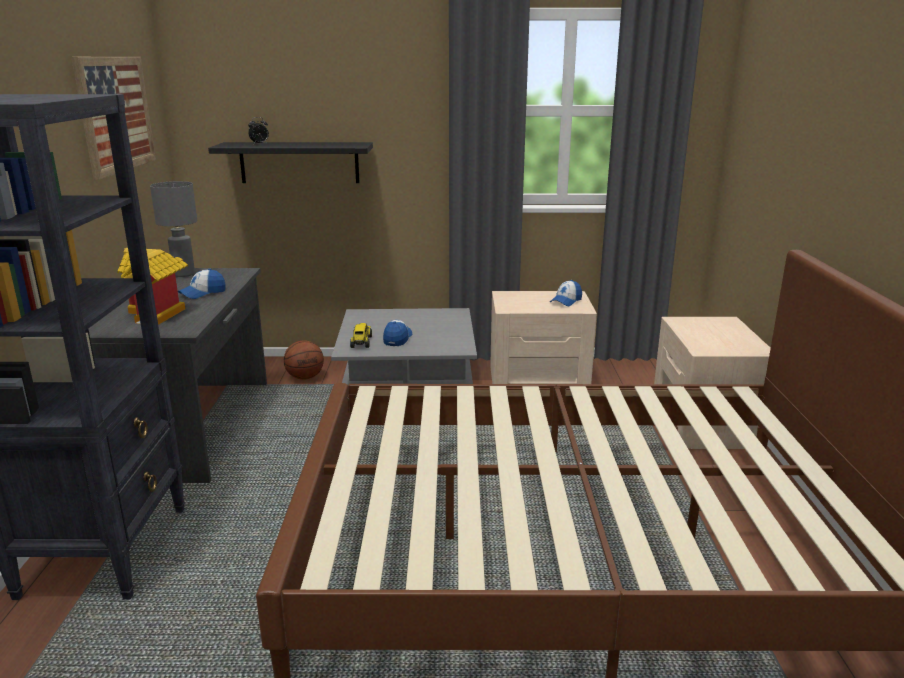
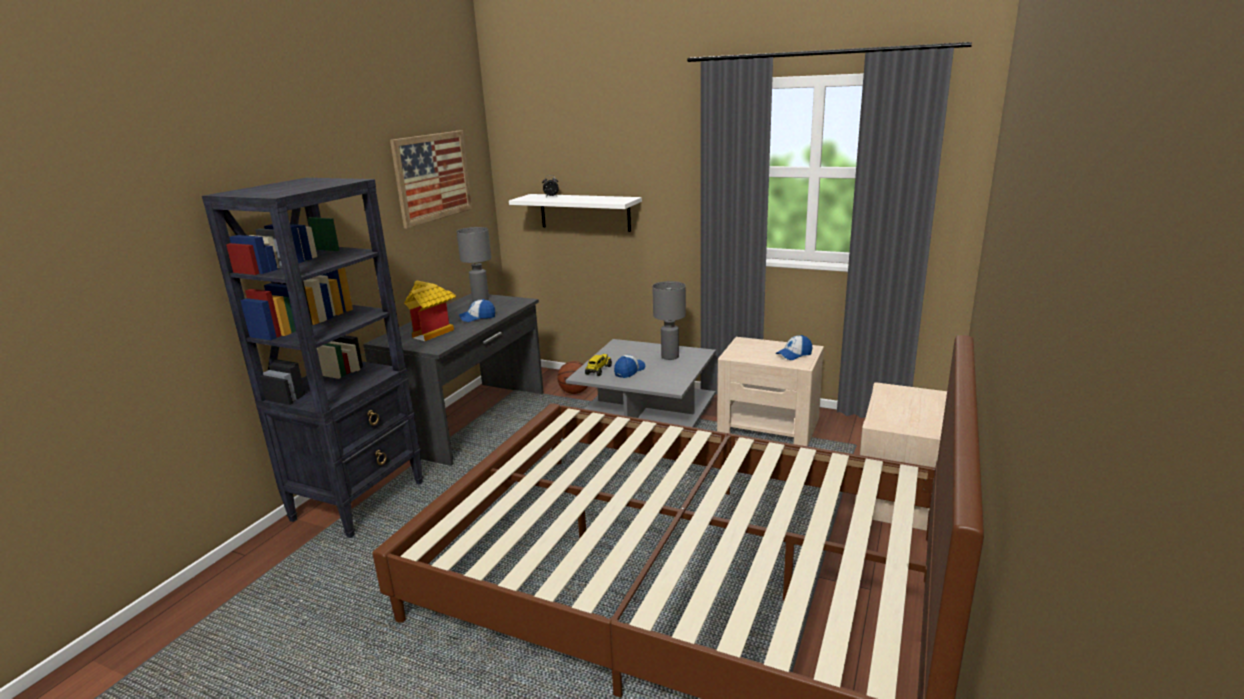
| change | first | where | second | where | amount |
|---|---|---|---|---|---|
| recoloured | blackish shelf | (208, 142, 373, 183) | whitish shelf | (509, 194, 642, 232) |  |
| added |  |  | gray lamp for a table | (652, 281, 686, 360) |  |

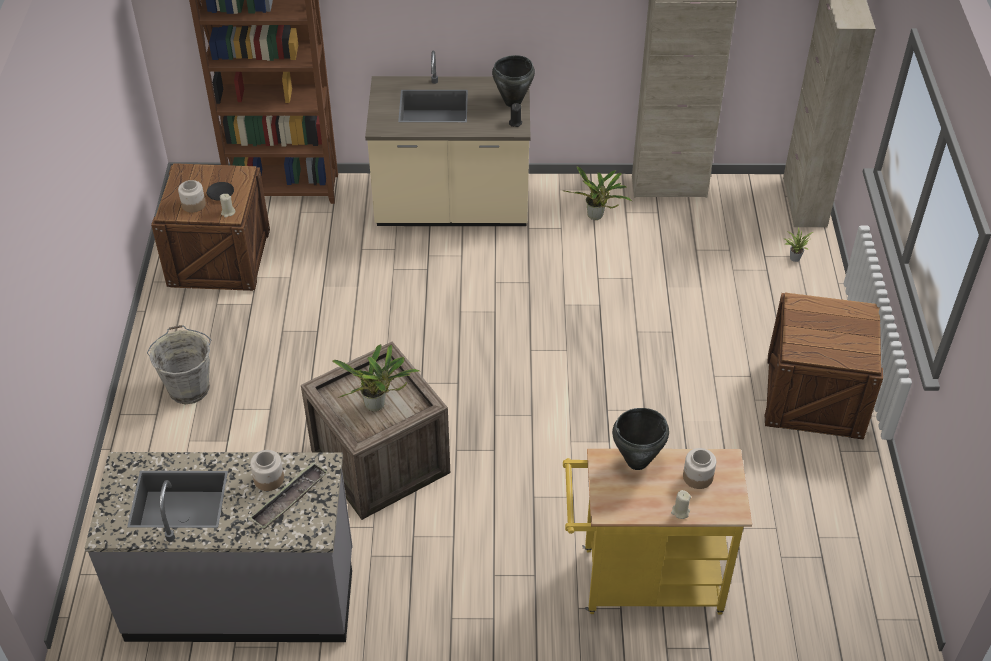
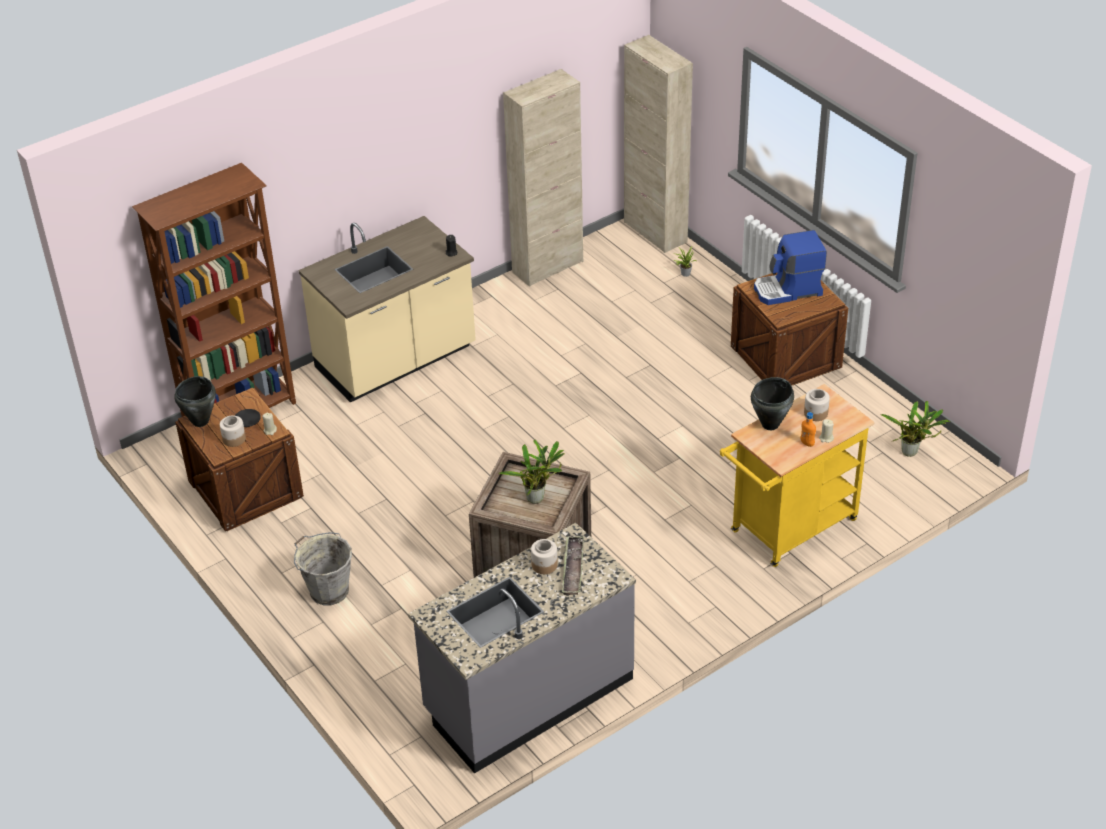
| change | first | where | second | where | amount |
|---|---|---|---|---|---|
| moved | blackish saucepot | (492, 55, 535, 107) |  | (174, 376, 216, 427) |  |
| added |  |  | coffee brewer | (754, 230, 827, 305) |  |
| added |  |  | orange drink bottle | (800, 412, 816, 447) |  |
| moved | potted plant | (562, 167, 633, 220) |  | (880, 401, 951, 457) |  |

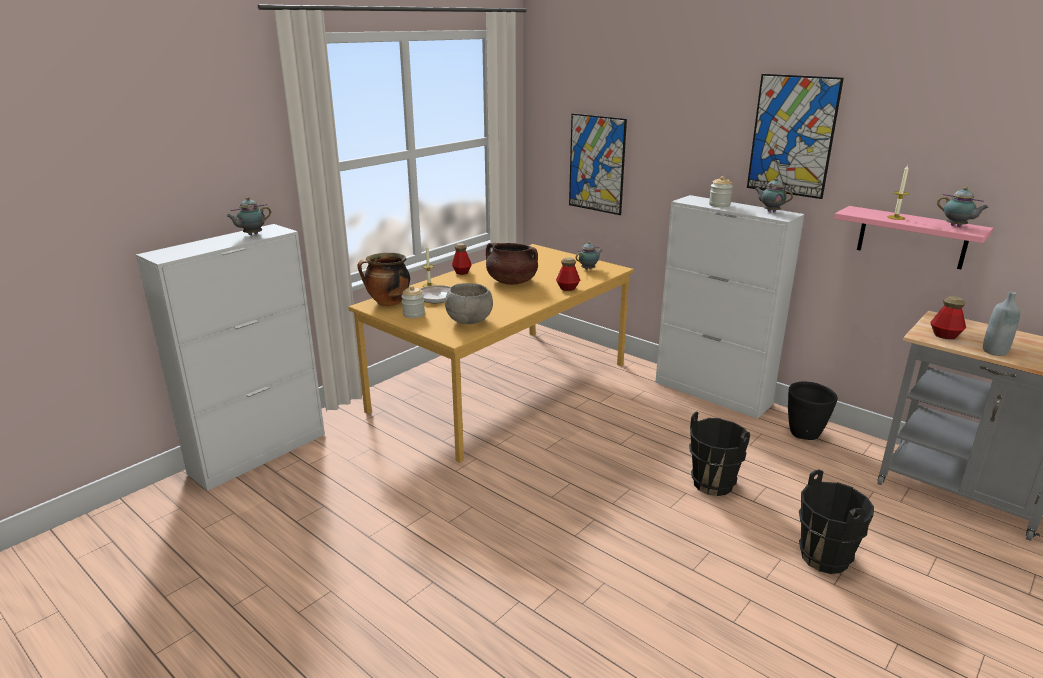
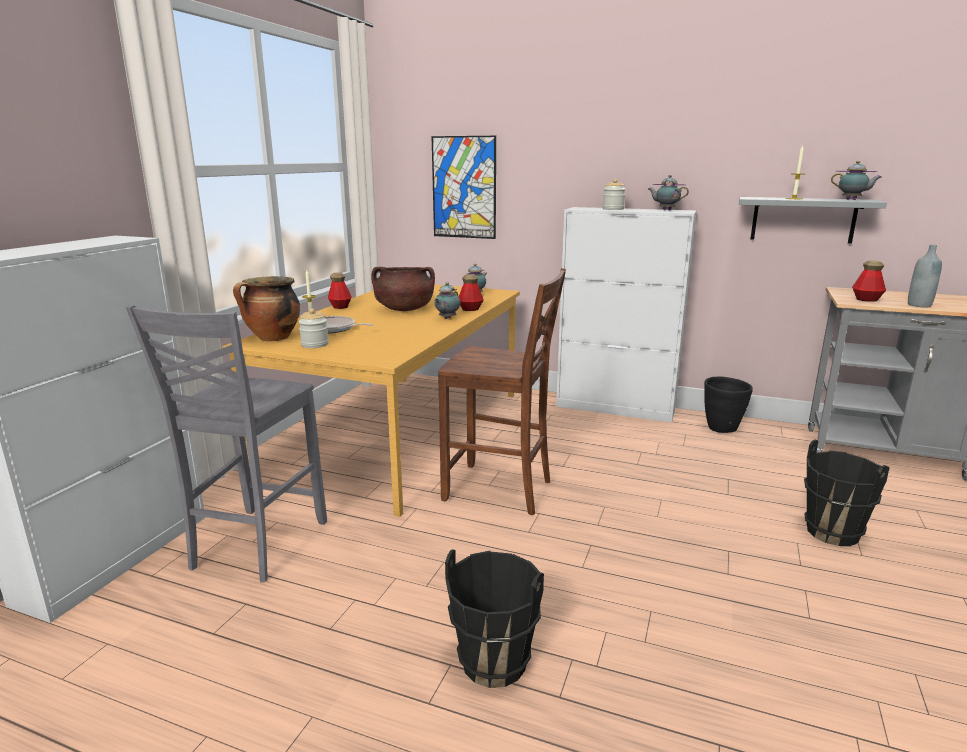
| change | first | where | second | where | amount |
|---|---|---|---|---|---|
| added |  |  | gray upright chair | (126, 305, 327, 582) |  |
| moved | tea pot | (226, 197, 271, 235) |  | (434, 282, 460, 319) |  |
| added |  |  | brownish upright chair | (438, 268, 566, 515) |  |
| moved | blackish bucket | (689, 411, 750, 496) |  | (445, 549, 544, 688) |  |
| recoloured | pink-coloured shelf | (834, 206, 993, 269) | gray shelf | (739, 197, 887, 244) |  |
| removed | gray serving bowl | (445, 283, 493, 324) |  |  |  |
| removed | wall art | (747, 74, 844, 199) |  |  |  |

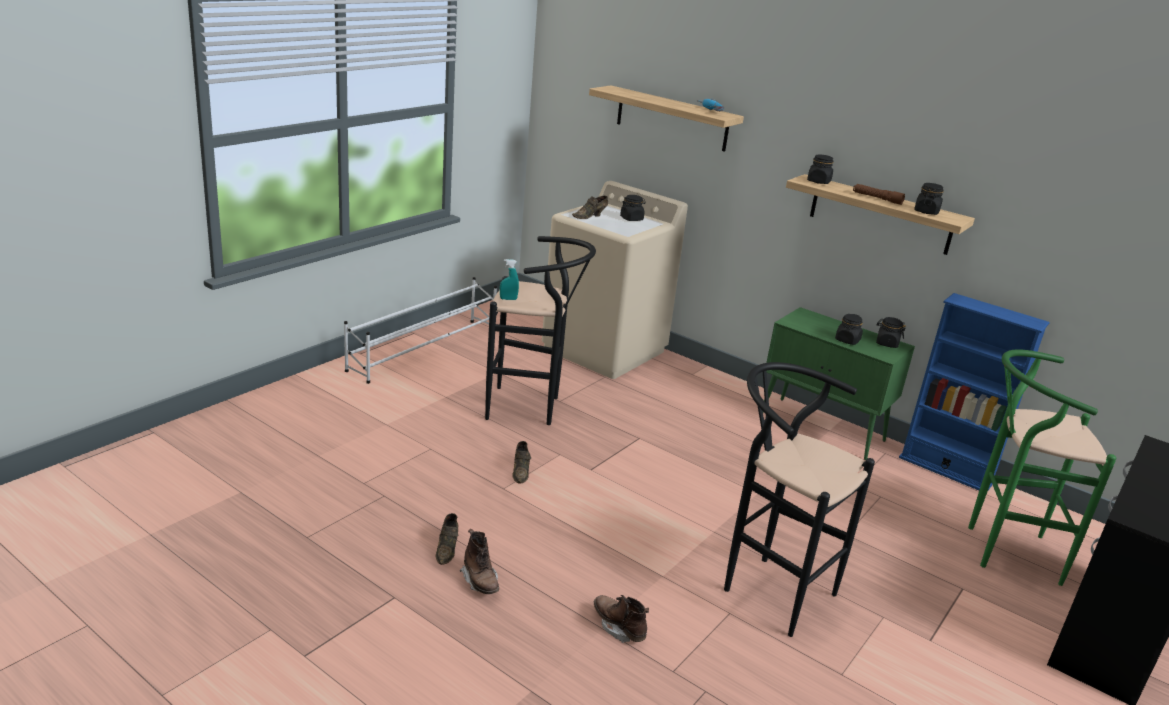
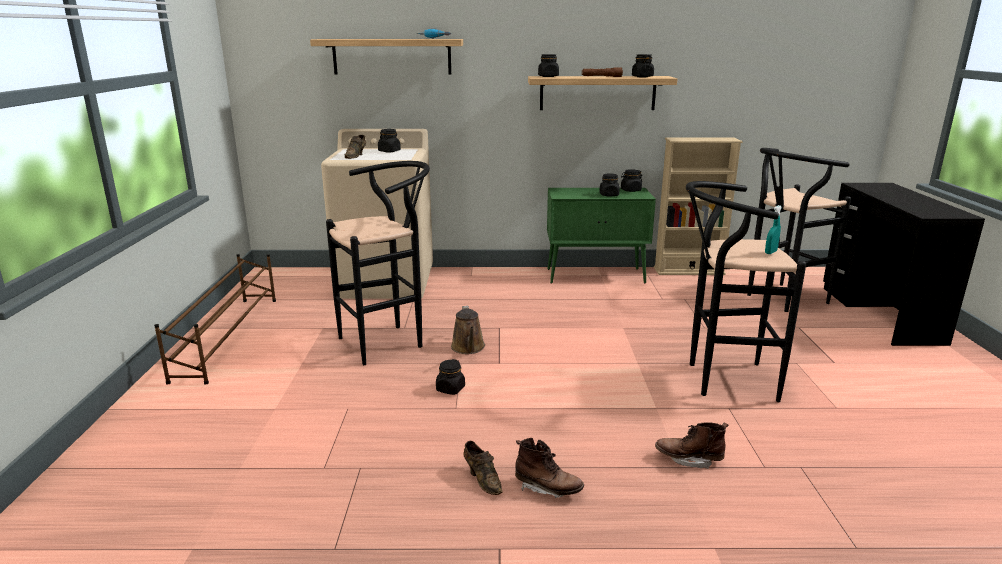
| change | first | where | second | where | amount |
|---|---|---|---|---|---|
| recoloured | whitish shoe rack | (344, 277, 497, 384) | brownish shoe rack | (154, 254, 276, 385) |  |
| replaced | brownish item of footwear | (512, 441, 531, 484) | blackish preserve jar | (436, 359, 465, 395) |  |
| added |  |  | brownish watering pot | (451, 306, 485, 354) |  |
| recoloured | bluish bookshelf | (899, 293, 1050, 490) | beige bookshelf | (654, 137, 743, 275) |  |
| recoloured | green-coloured stool seat | (968, 349, 1116, 586) | blackish stool seat | (747, 148, 851, 312) |  |
| moved | blue-green sprayer | (500, 259, 519, 300) |  | (765, 205, 782, 254) |  |

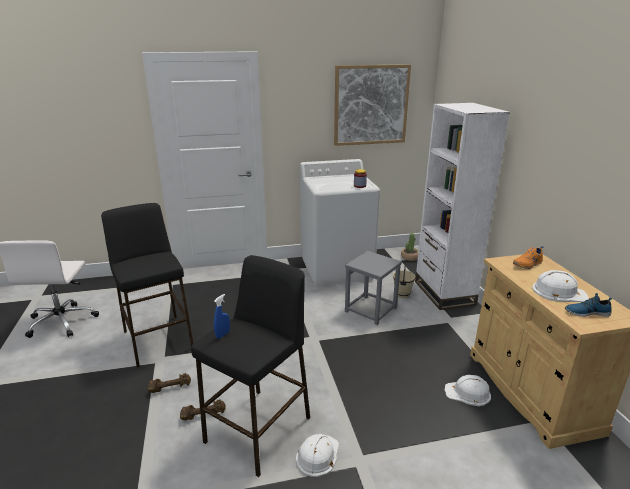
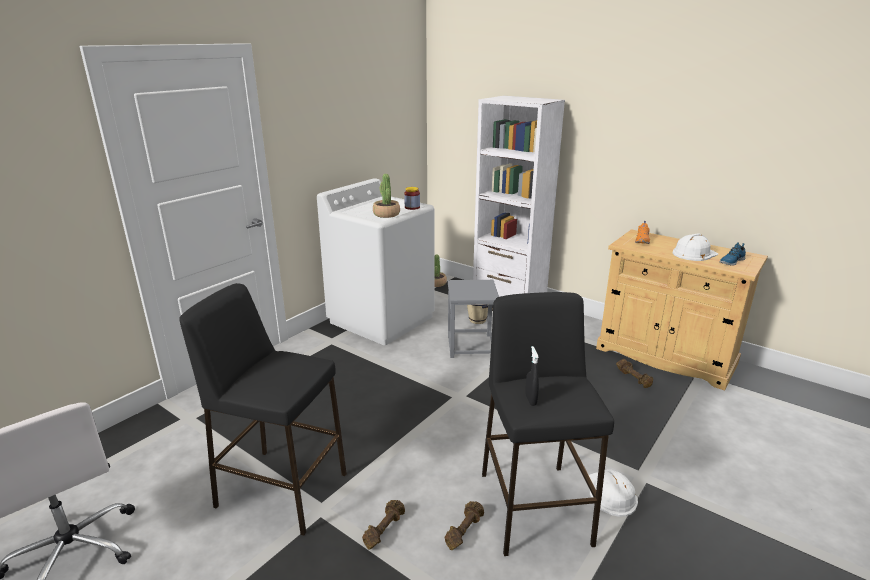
| change | first | where | second | where | amount |
|---|---|---|---|---|---|
| added |  |  | potted plant | (373, 174, 400, 218) |  |
| recoloured | bluish sprayer | (214, 294, 230, 339) | blackish sprayer | (525, 346, 539, 406) |  |
| replaced | whitish safety helmet | (445, 375, 491, 406) | brownish dumbbell | (616, 359, 653, 388) |  |
| removed | wall art | (334, 64, 411, 146) |  |  |  |

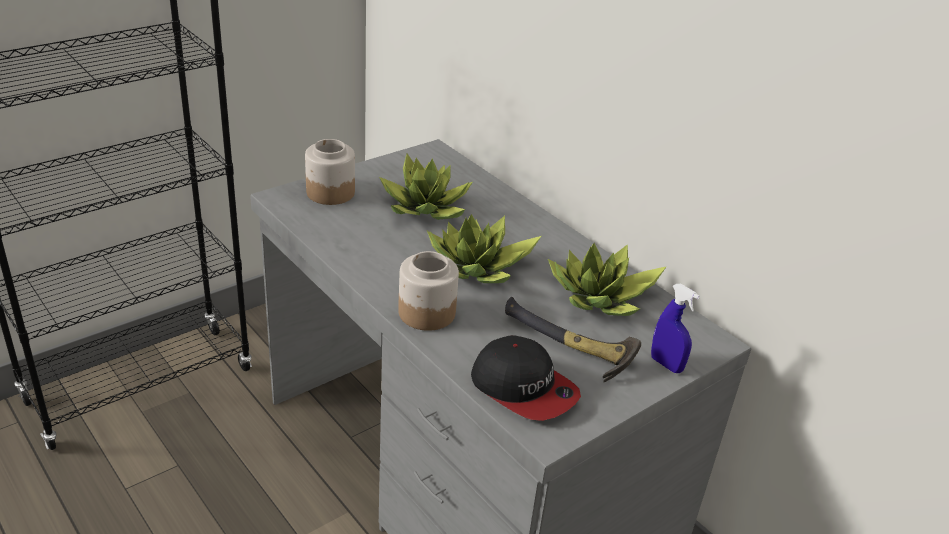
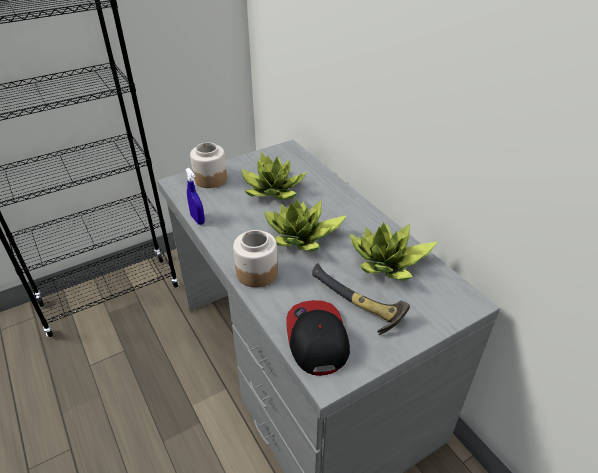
| change | first | where | second | where | amount |
|---|---|---|---|---|---|
| moved | bluish sprayer | (651, 284, 700, 373) |  | (185, 168, 205, 225) |  |
| turned | baseball cap | (471, 335, 581, 421) |  | (286, 300, 350, 376) | 150 degrees counterclockwise |

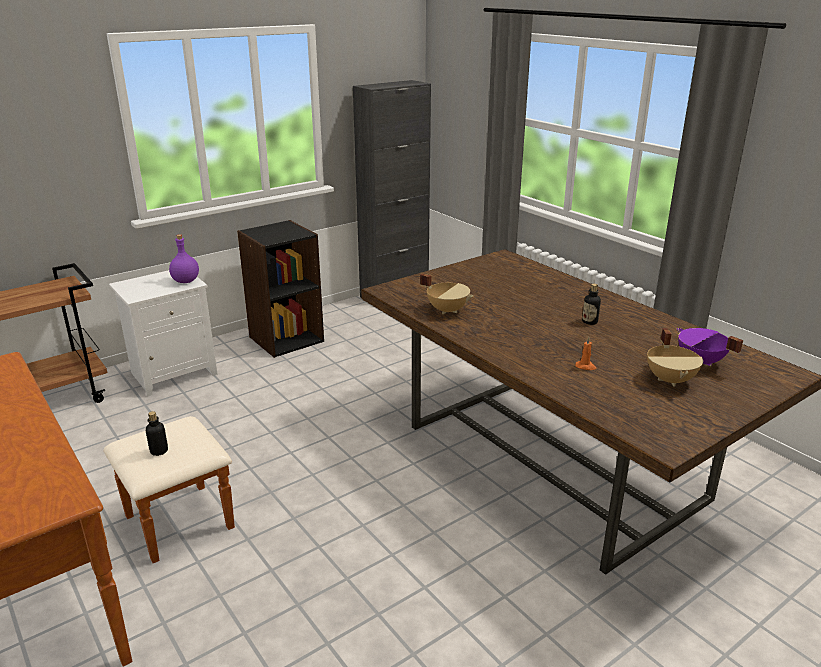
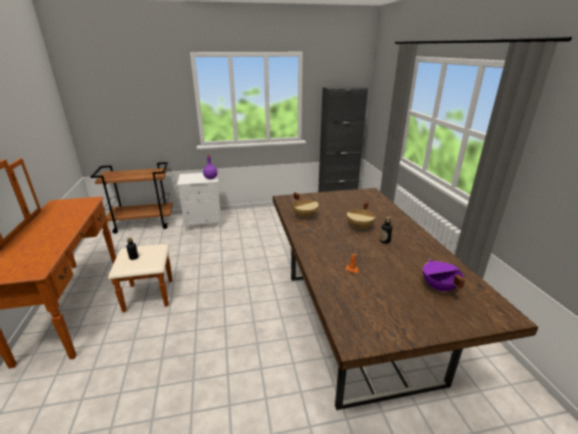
| change | first | where | second | where | amount |
|---|---|---|---|---|---|
| moved | beige saucepot | (647, 328, 703, 387) |  | (347, 201, 376, 230) |  |
| removed | blackish bookshelf | (237, 220, 324, 358) |  |  |  |

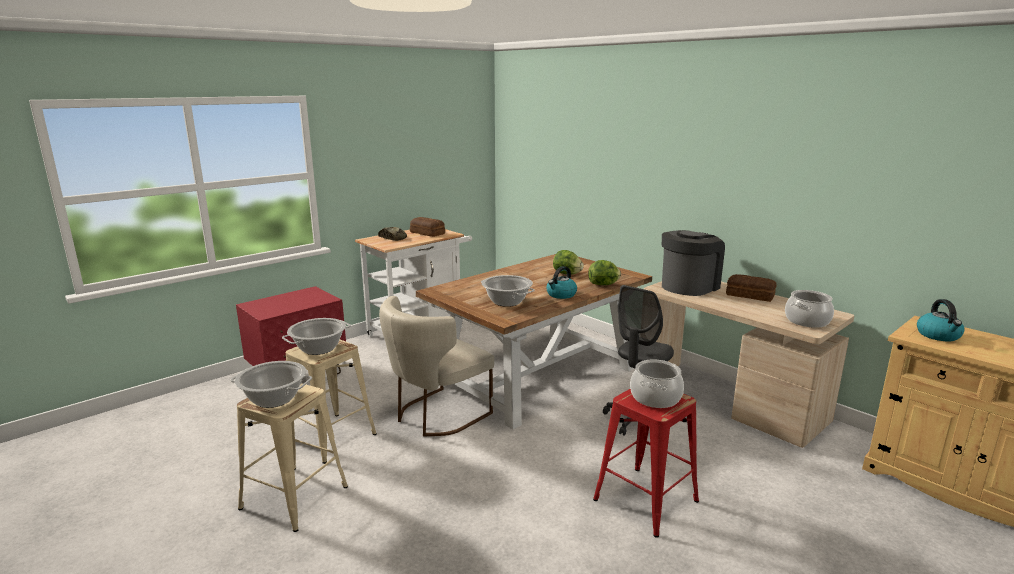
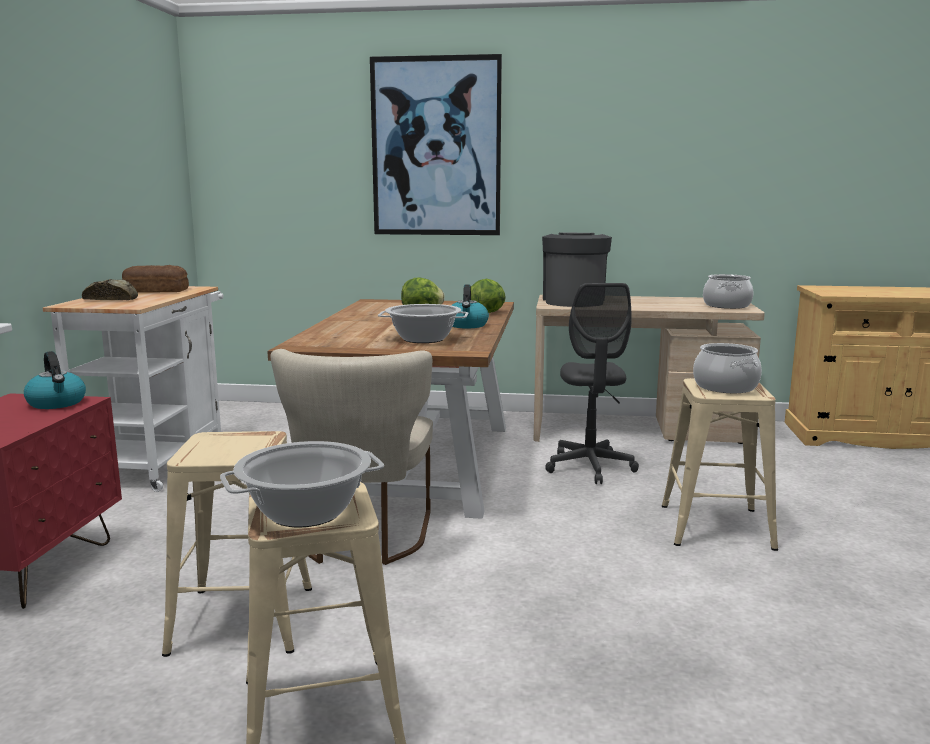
| change | first | where | second | where | amount |
|---|---|---|---|---|---|
| moved | kettle | (917, 299, 965, 342) |  | (24, 351, 86, 409) |  |
| added |  |  | wall art | (370, 54, 502, 235) |  |
| recoloured | reddish stool seat | (593, 389, 699, 538) | beige stool seat | (662, 378, 778, 551) |  |
| removed | saucepot | (282, 318, 351, 355) |  |  |  |
| removed | bakery bread | (726, 274, 777, 302) |  |  |  |

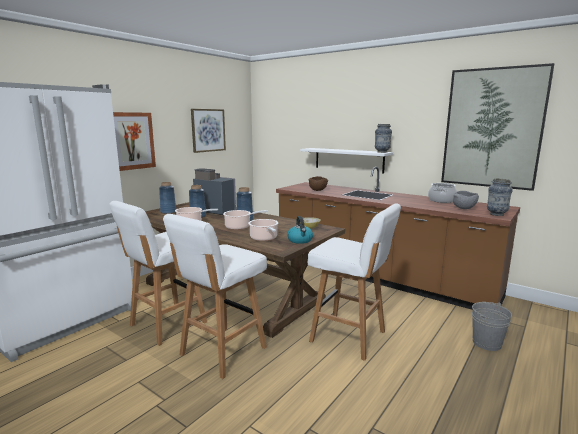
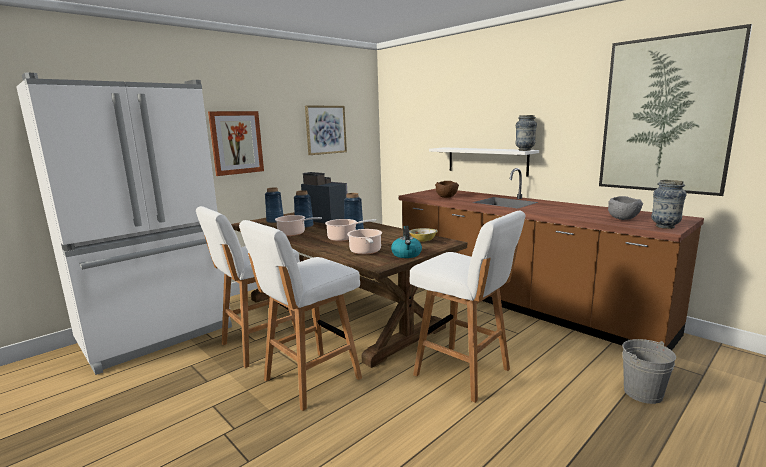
| change | first | where | second | where | amount |
|---|---|---|---|---|---|
| removed | saucepot | (428, 183, 457, 203) |  |  |  |

